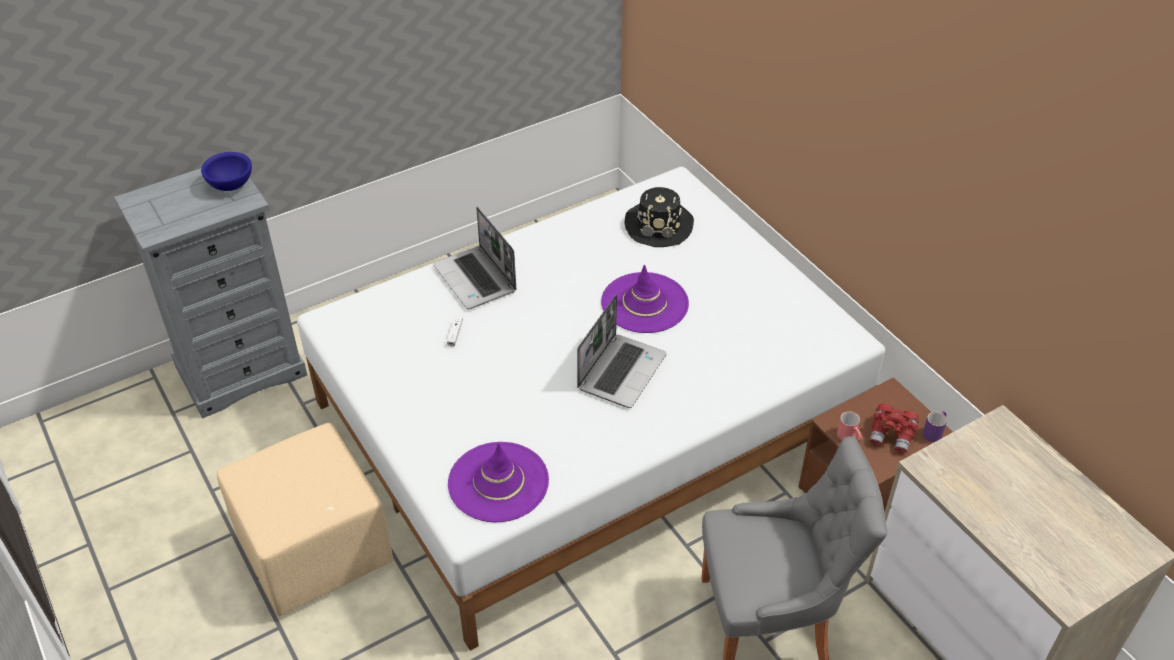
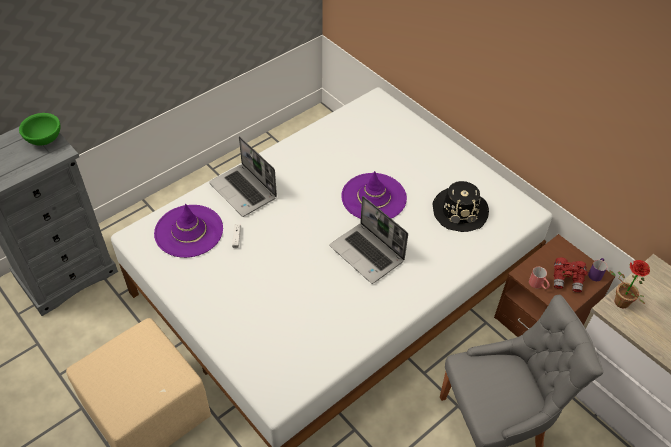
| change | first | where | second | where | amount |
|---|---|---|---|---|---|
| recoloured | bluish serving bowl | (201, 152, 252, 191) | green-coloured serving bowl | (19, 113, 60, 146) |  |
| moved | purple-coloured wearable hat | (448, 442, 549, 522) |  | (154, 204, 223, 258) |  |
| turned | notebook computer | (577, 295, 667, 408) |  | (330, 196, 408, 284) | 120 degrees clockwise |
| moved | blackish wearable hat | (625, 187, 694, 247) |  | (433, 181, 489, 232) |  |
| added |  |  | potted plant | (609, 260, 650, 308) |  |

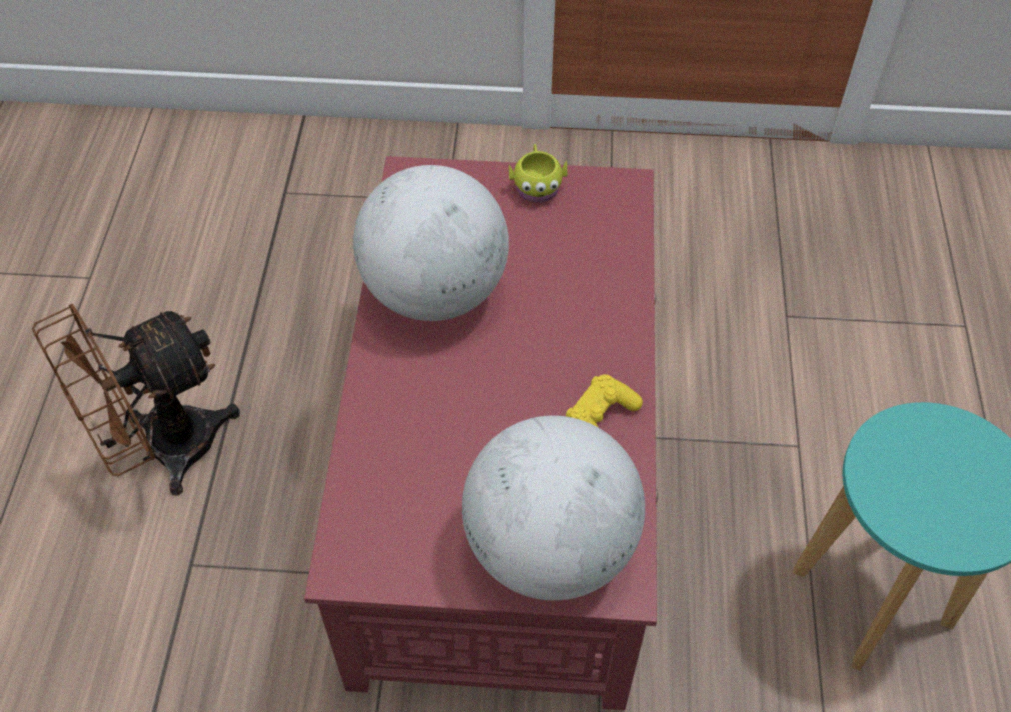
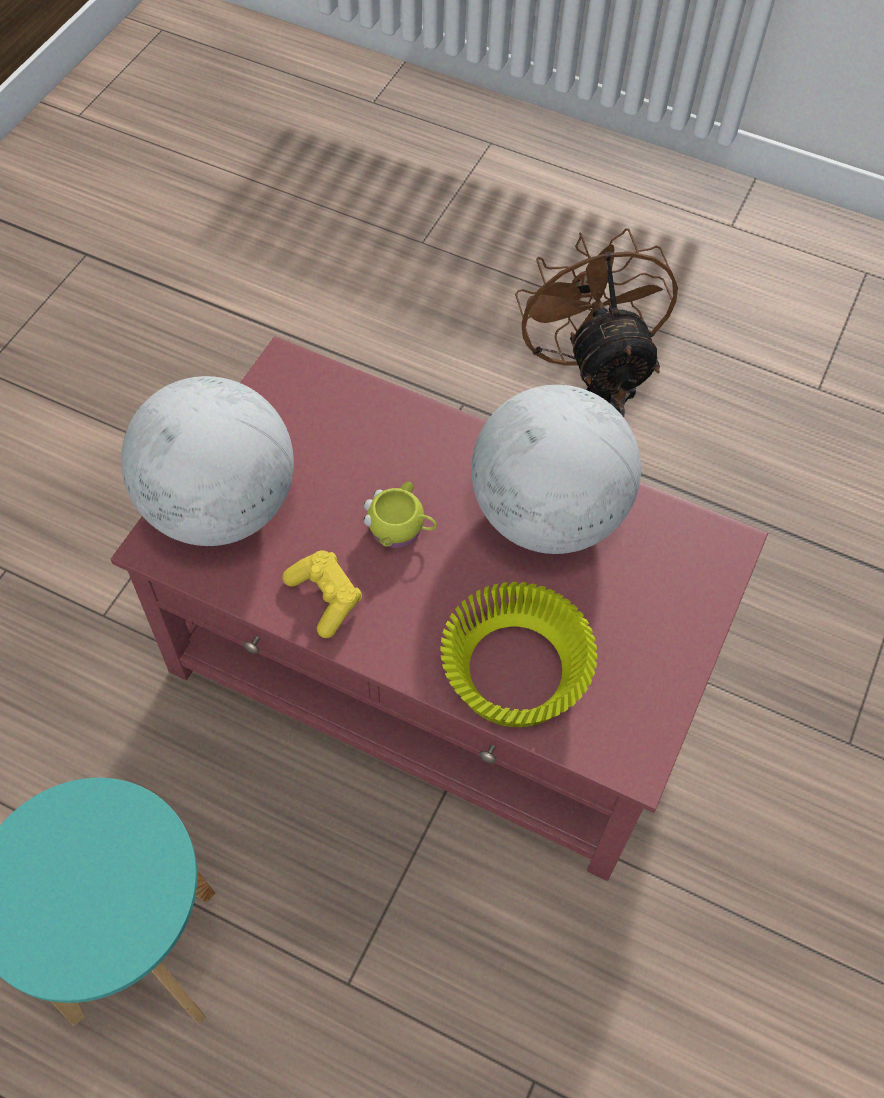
| change | first | where | second | where | amount |
|---|---|---|---|---|---|
| moved | yellowish coffee mug | (509, 144, 567, 202) |  | (364, 482, 437, 548) |  |
| added |  |  | yellowish serving bowl | (440, 582, 597, 727) |  |

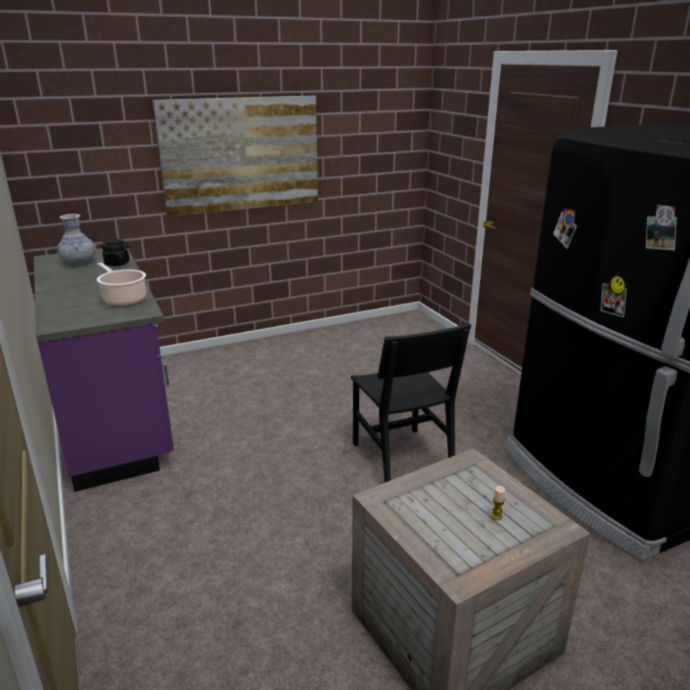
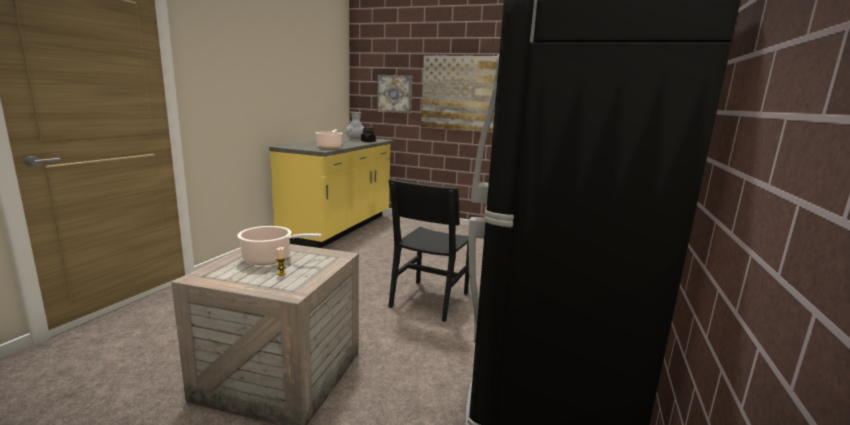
| change | first | where | second | where | amount |
|---|---|---|---|---|---|
| added |  |  | saucepot | (237, 226, 322, 265) |  |
| recoloured | purple-coloured counter | (33, 248, 174, 492) | yellowish counter | (269, 137, 394, 248) |  |
| added |  |  | wall art | (377, 75, 412, 114) |  |

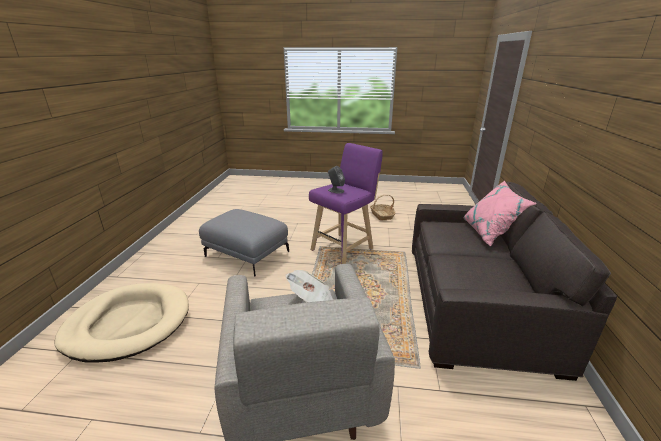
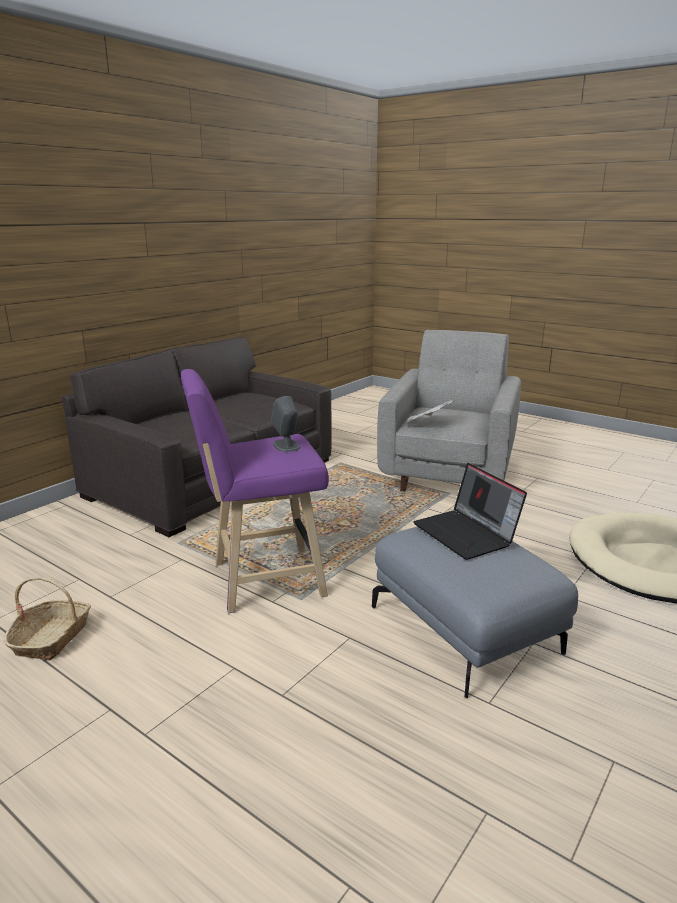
| change | first | where | second | where | amount |
|---|---|---|---|---|---|
| added |  |  | notebook computer | (413, 463, 527, 560) |  |
| removed | pink-coloured cushion | (463, 181, 537, 246) |  |  |  |

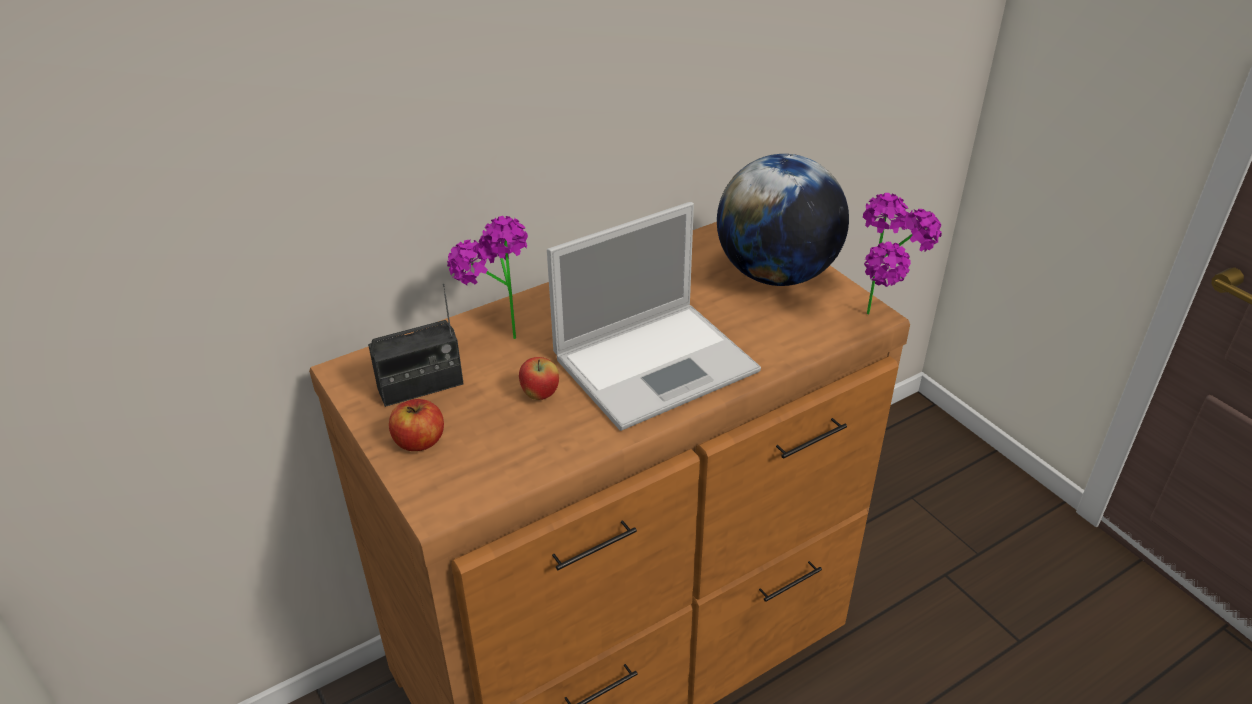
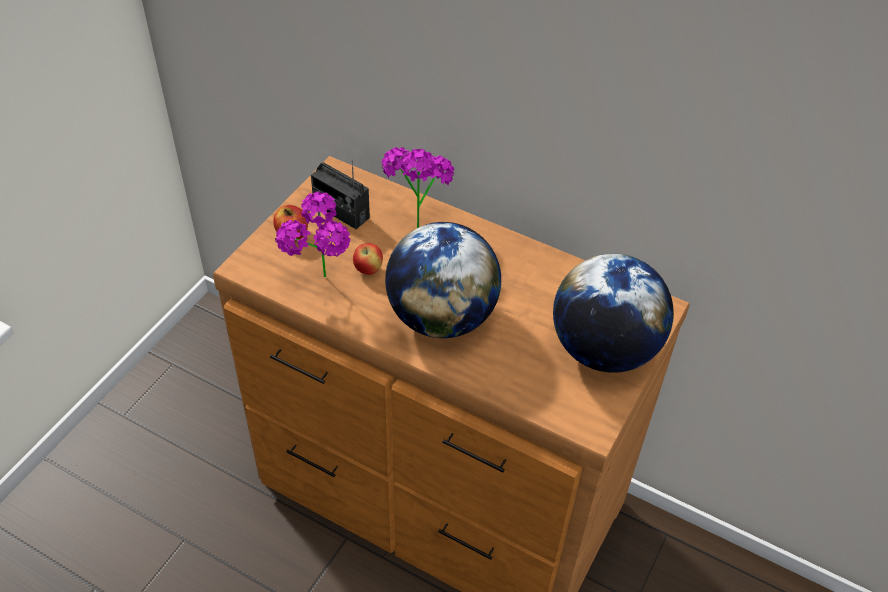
| change | first | where | second | where | amount |
|---|---|---|---|---|---|
| moved | potted plant | (863, 193, 942, 315) |  | (275, 191, 351, 277) |  |
| replaced | notebook computer | (547, 202, 761, 431) | desk globe | (385, 222, 501, 338) |  |

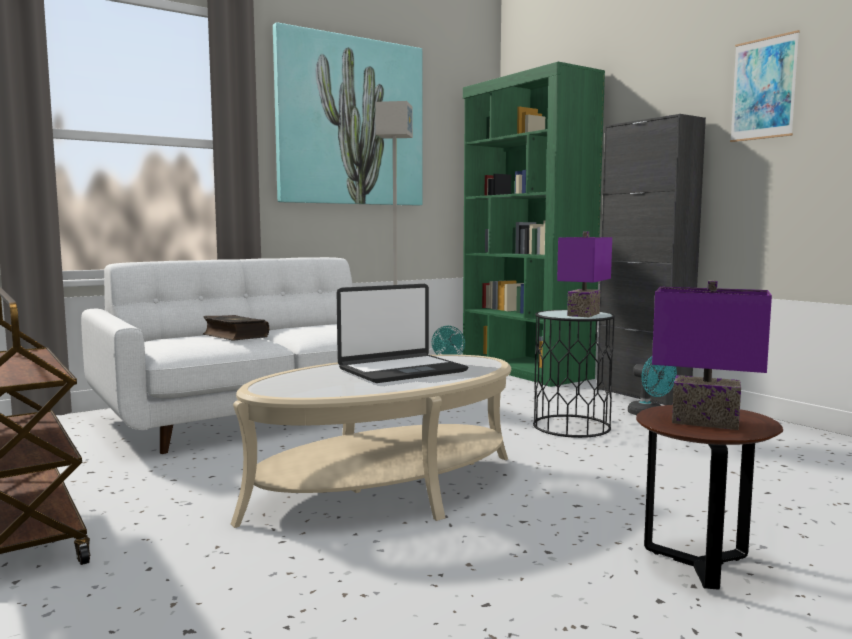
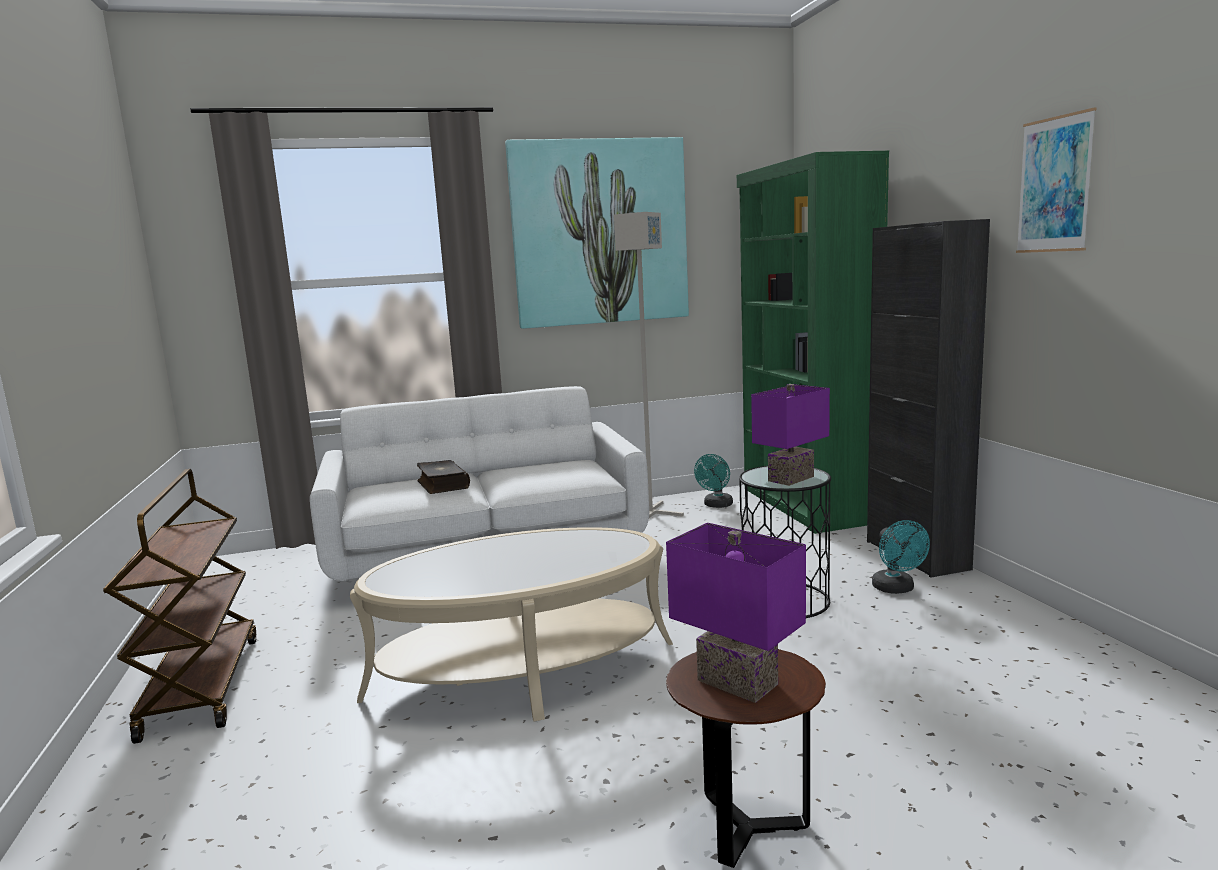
| change | first | where | second | where | amount |
|---|---|---|---|---|---|
| removed | notebook computer | (337, 284, 468, 383) |  |  |  |

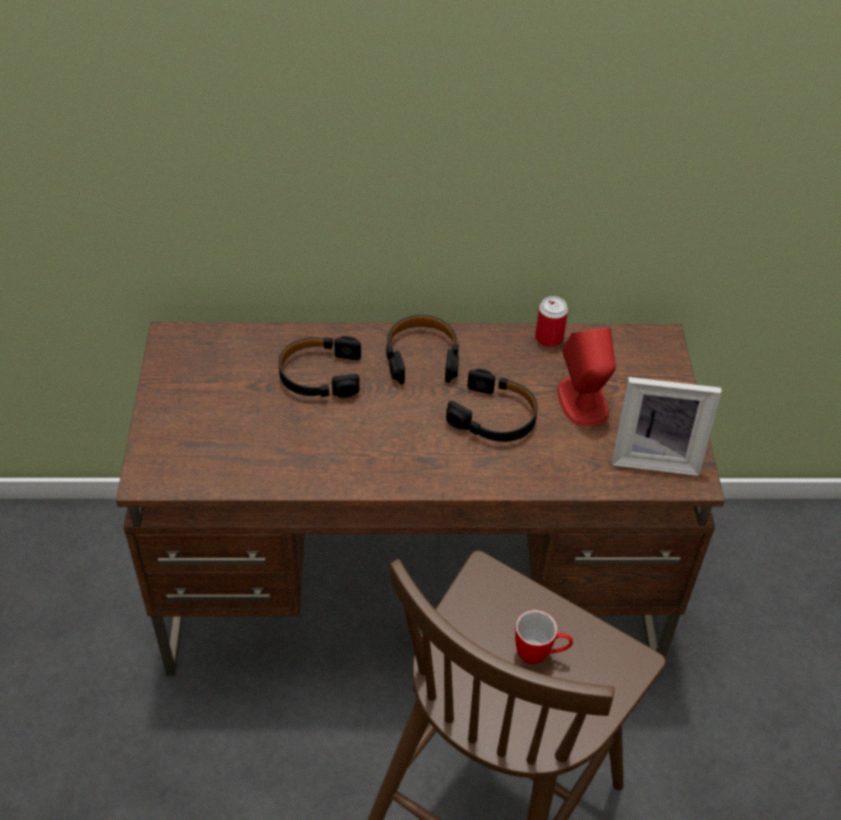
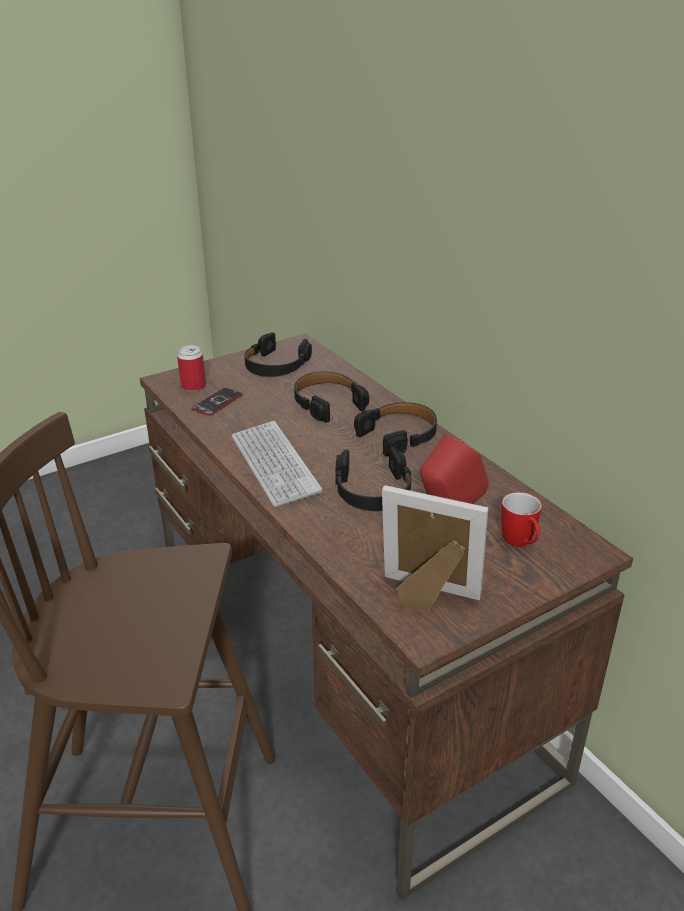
| change | first | where | second | where | amount |
|---|---|---|---|---|---|
| moved | metal can | (535, 296, 568, 347) |  | (177, 345, 206, 392) |  |
| added |  |  | telephone | (192, 388, 243, 416) |  |
| added |  |  | keyboard | (231, 421, 323, 507) |  |
| added |  |  | blackish pair of headphones | (244, 332, 312, 377) |  |
| turned | standing frame | (612, 377, 722, 476) |  | (382, 485, 488, 611) | 135 degrees clockwise |
| moved | coffee mug | (515, 610, 573, 664) |  | (501, 492, 542, 547) |  |

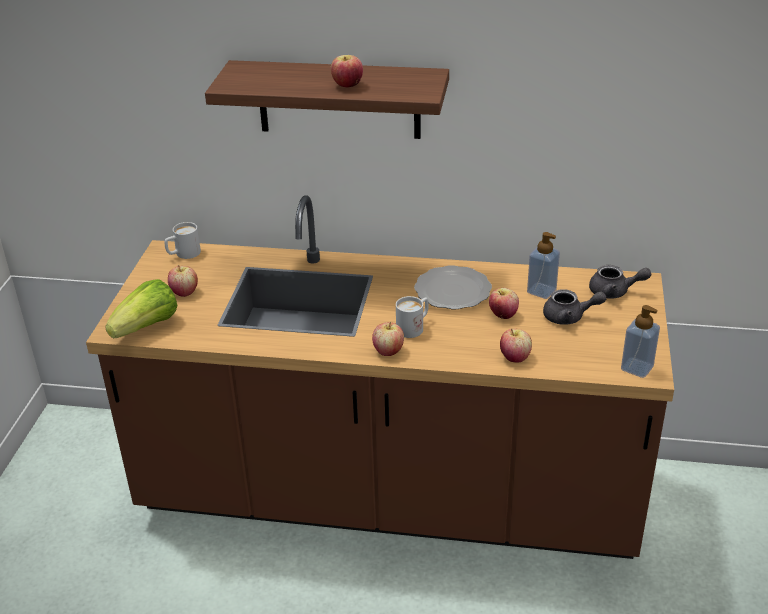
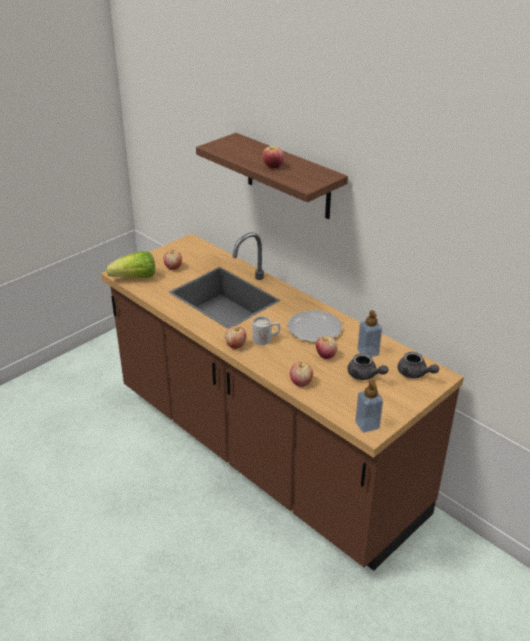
| change | first | where | second | where | amount |
|---|---|---|---|---|---|
| removed | whitish coffee mug | (165, 222, 201, 259) |  |  |  |

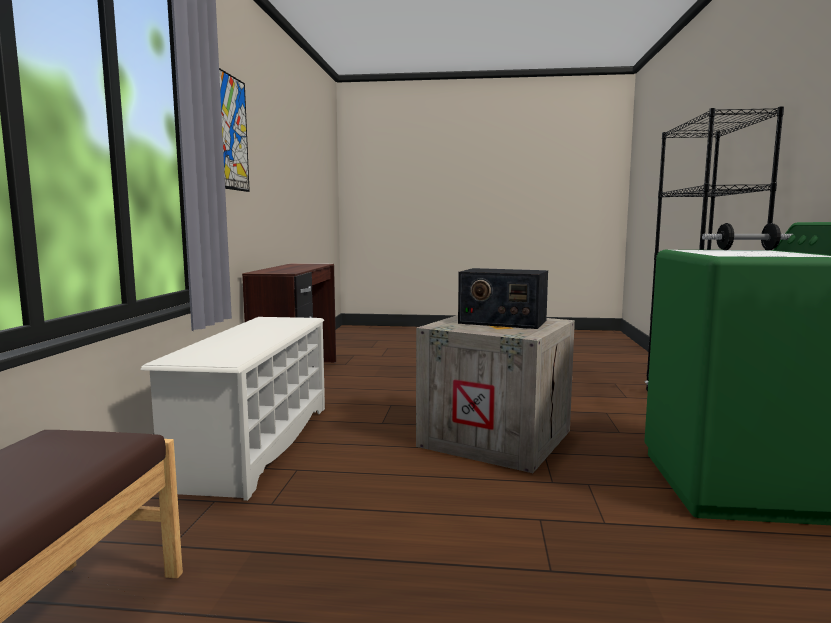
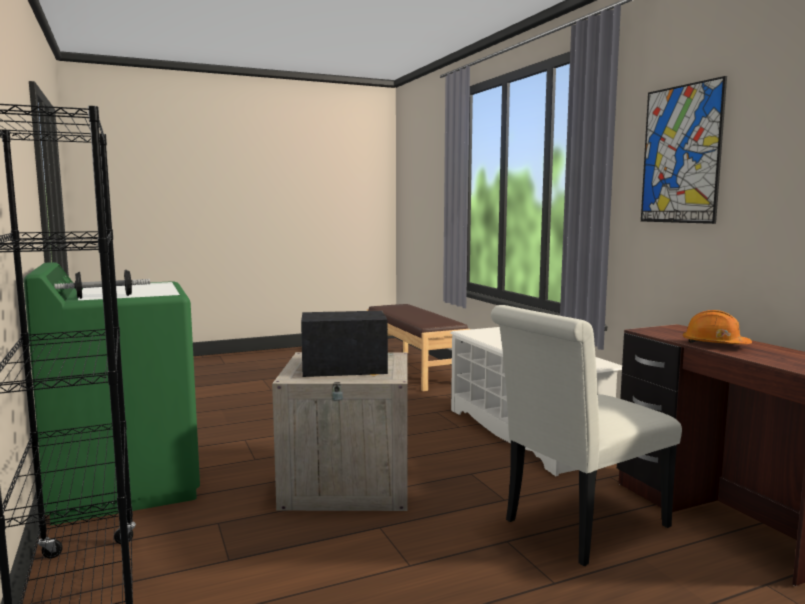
| change | first | where | second | where | amount |
|---|---|---|---|---|---|
| added |  |  | whitish upright chair | (491, 305, 682, 566) |  |
| added |  |  | orange safety helmet | (683, 310, 752, 344) |  |

